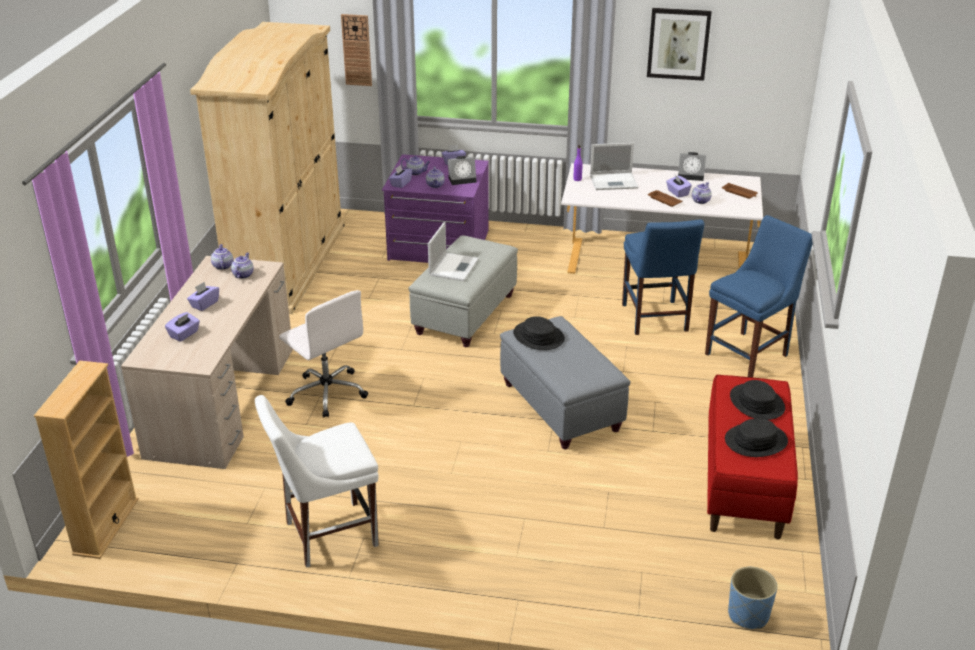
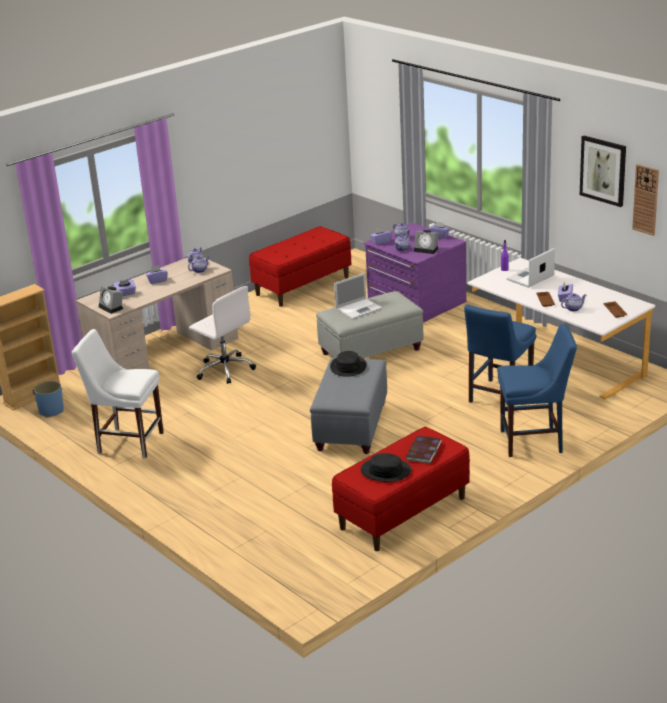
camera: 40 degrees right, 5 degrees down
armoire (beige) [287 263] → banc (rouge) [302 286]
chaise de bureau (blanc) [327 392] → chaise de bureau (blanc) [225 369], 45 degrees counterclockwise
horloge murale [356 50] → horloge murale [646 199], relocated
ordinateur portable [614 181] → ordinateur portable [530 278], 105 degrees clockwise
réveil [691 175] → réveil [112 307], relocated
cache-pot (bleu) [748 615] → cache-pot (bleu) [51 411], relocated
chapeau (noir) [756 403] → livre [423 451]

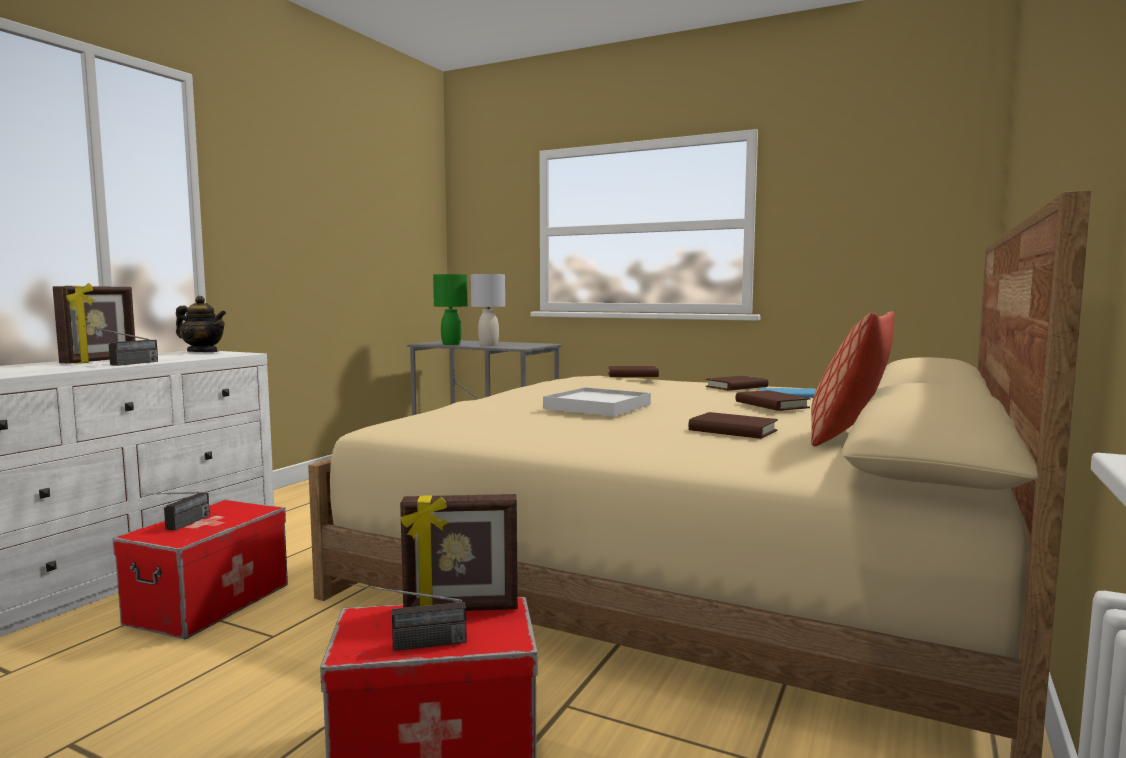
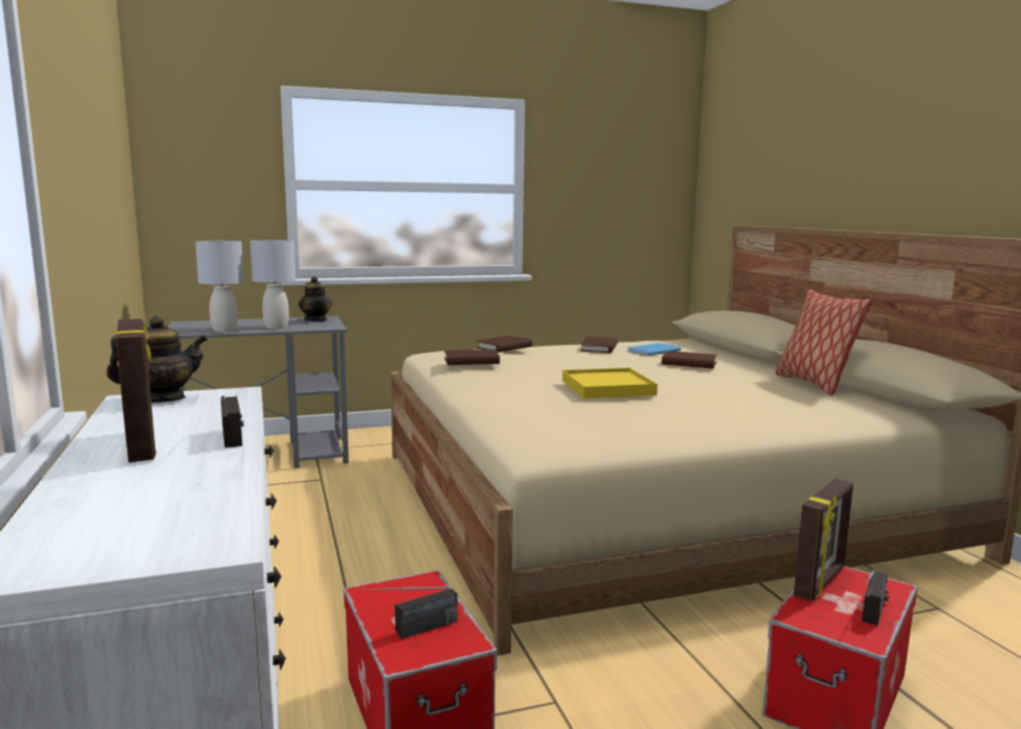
camera: 45 degrees left, 5 degrees up
radio [180 526] → radio [412 632], 90 degrees clockwise
lampe de table (vert) [451 344] → lampe de table (gris) [225 330]
plateau (blanc) [597 406] → plateau (jaune) [607 388]
livre (marron) [732 430] → livre (marron) [471 361], relocated
- → théière [316 320]

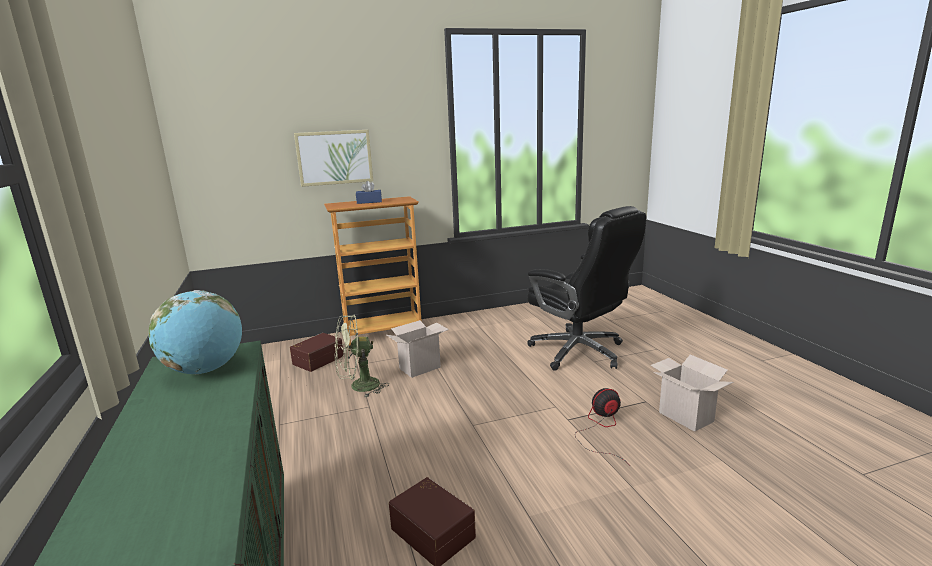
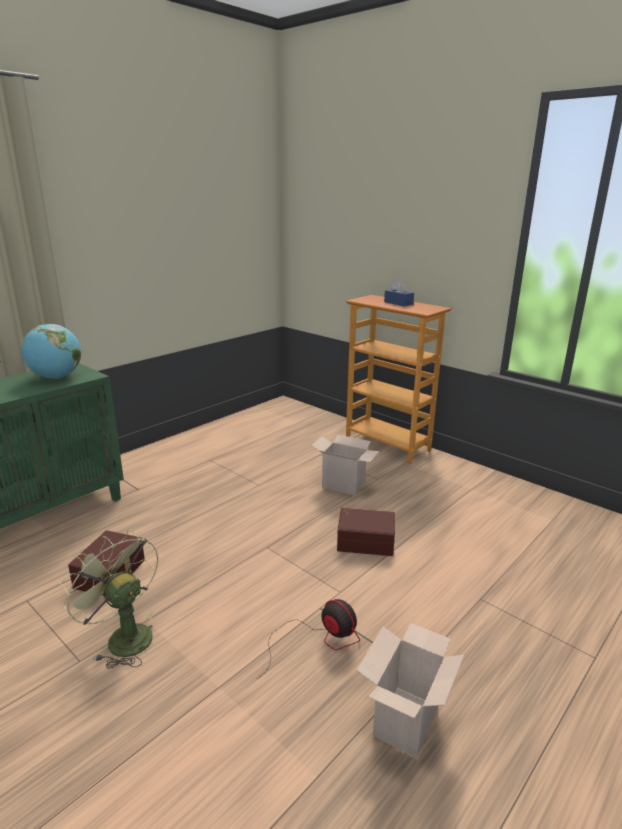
camera: 60 degrees right, 5 degrees up
boîte de rangement (marron) [317 359] → boîte de rangement (marron) [365 540], relocated
tableau [334 157] → -
ventilateur (vert) [358 387] → ventilateur (vert) [123 636], relocated
chaise de bureau (noir) [579 352] → -

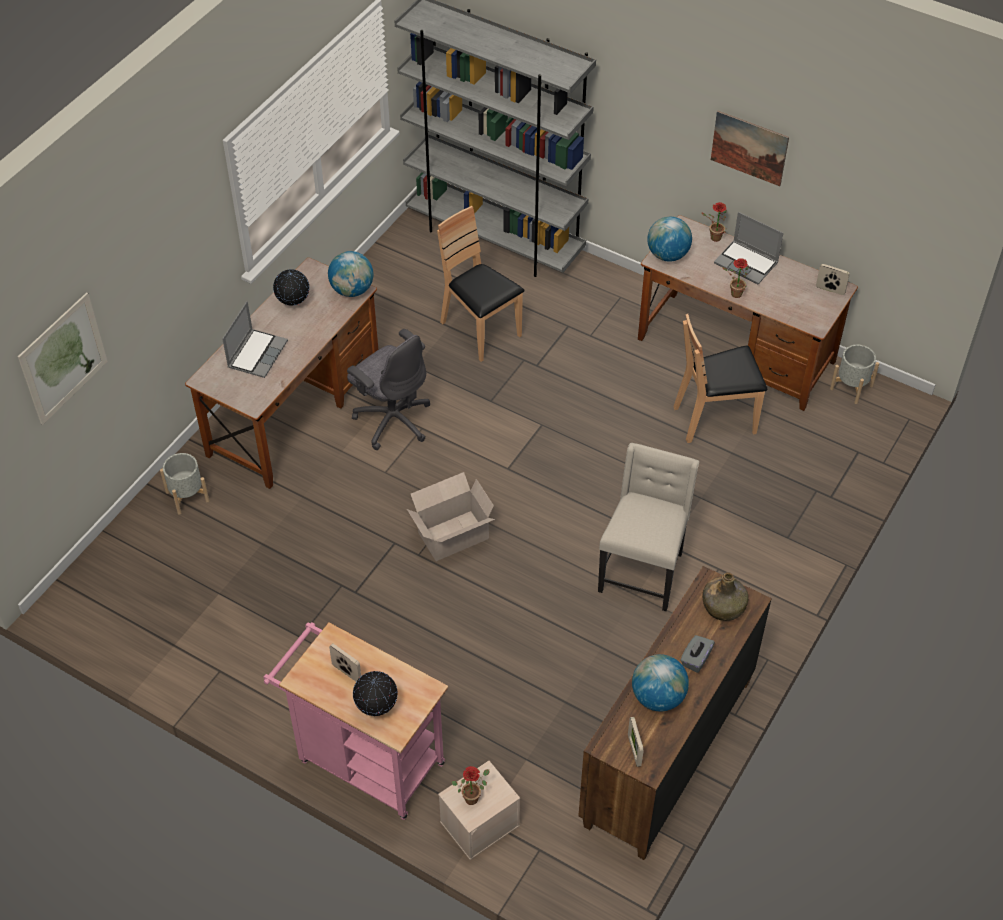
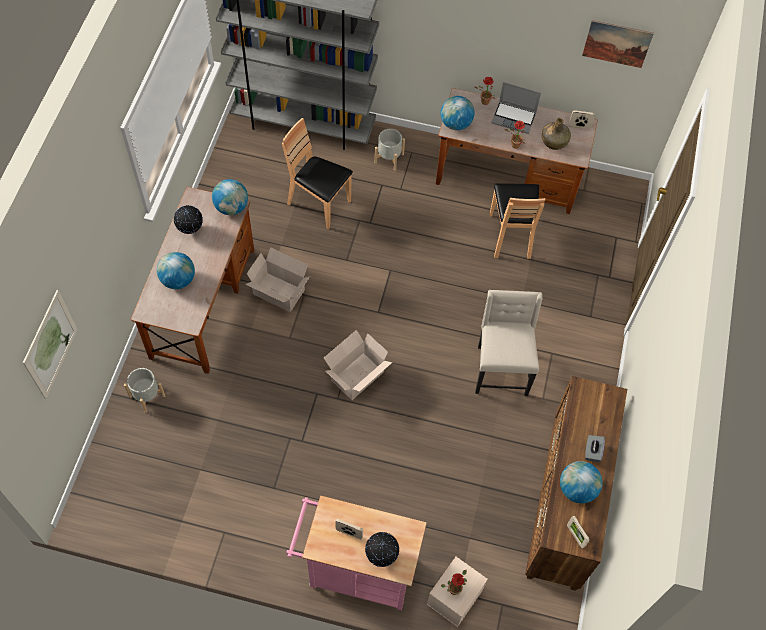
camera: 20 degrees left, 10 degrees up
ordinateur portable [257 354] → globe [178 280]
chaise de bureau (gris) [392 420] → carton [280 293]
chaise (marron) [715 419] → chaise (marron) [511 235], 60 degrees counterclockwise
bouteille (vert) [723 606] → bouteille (vert) [554 141], relocated
tableau [749 148] → tableau [617 44], relocated
cache-pot (gris) [851 387] → cache-pot (gris) [389 158], relocated

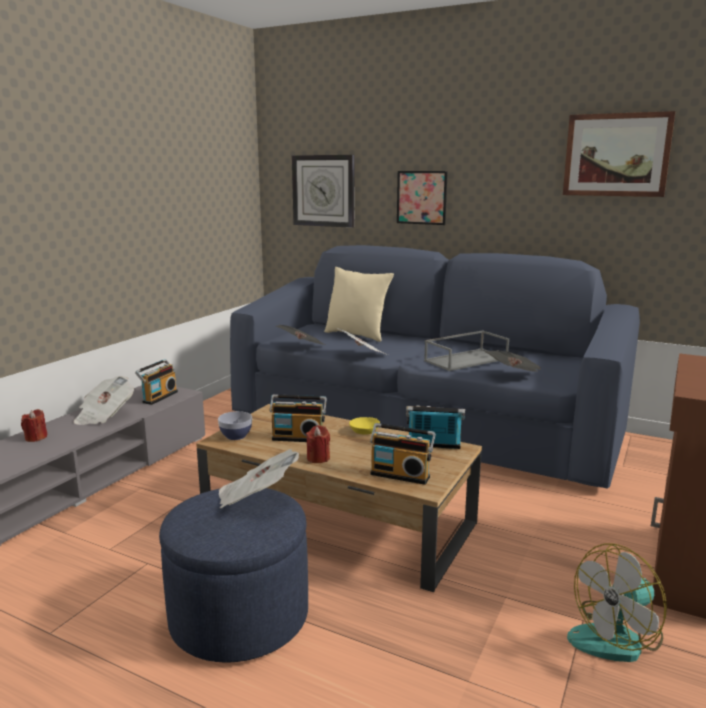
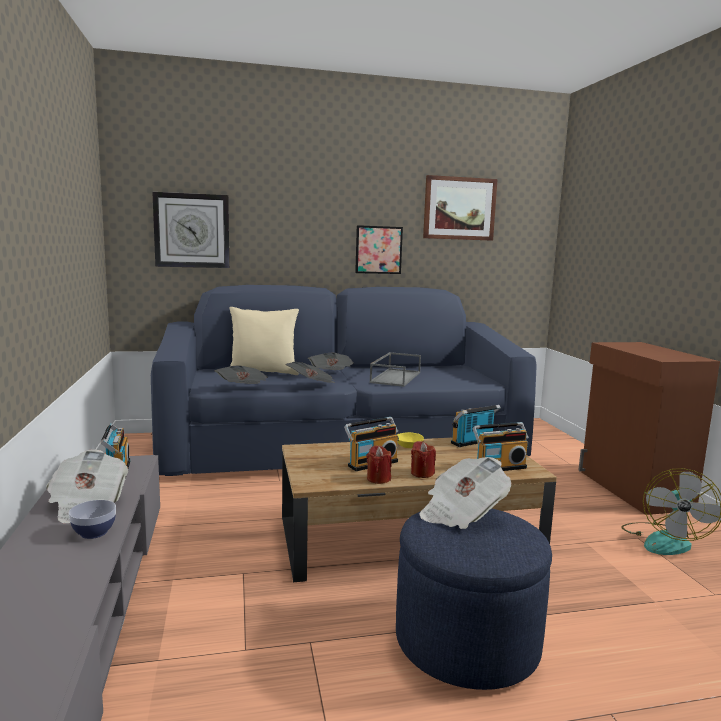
camera: 40 degrees left, 5 degrees down
bougie (rouge) [36 438] → bougie (rouge) [378 479], relocated
bol [236 436] → bol [94 532], relocated
tableau [421 197] → tableau [378 250], relocated
journal [514 376] → journal [331 374], relocated

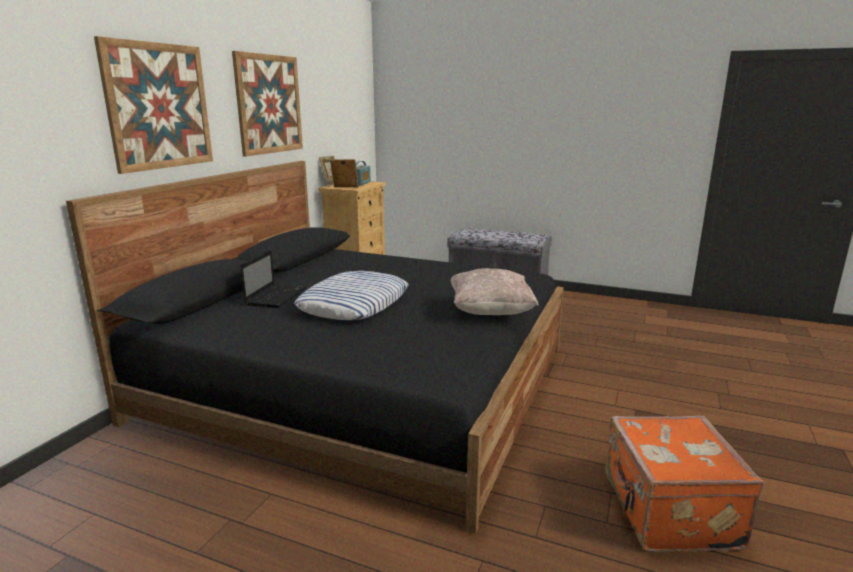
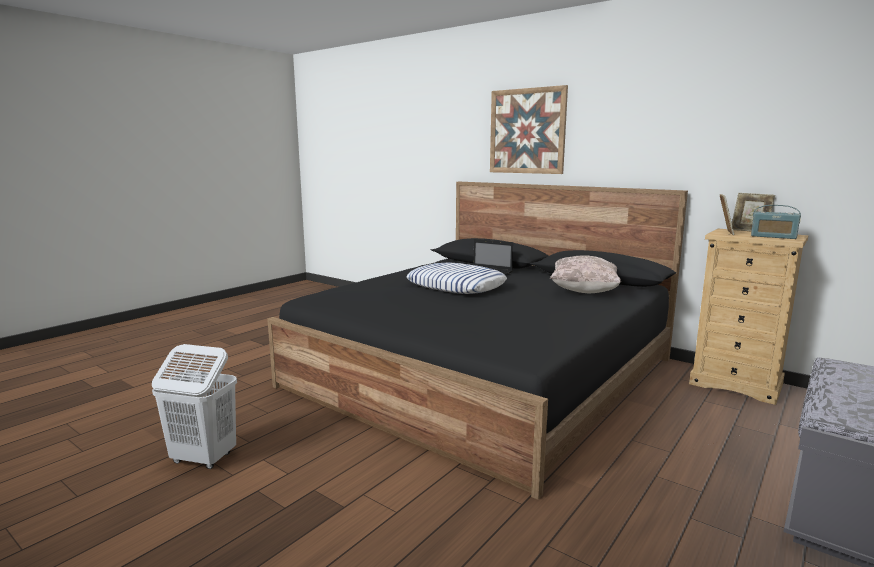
camera: 105 degrees right, 5 degrees down
tableau [269 104] → -
coussin (beige) [490 312] → coussin (beige) [584 291], relocated
valise (orange) [667 512] → panier à linge (blanc) [203 459]

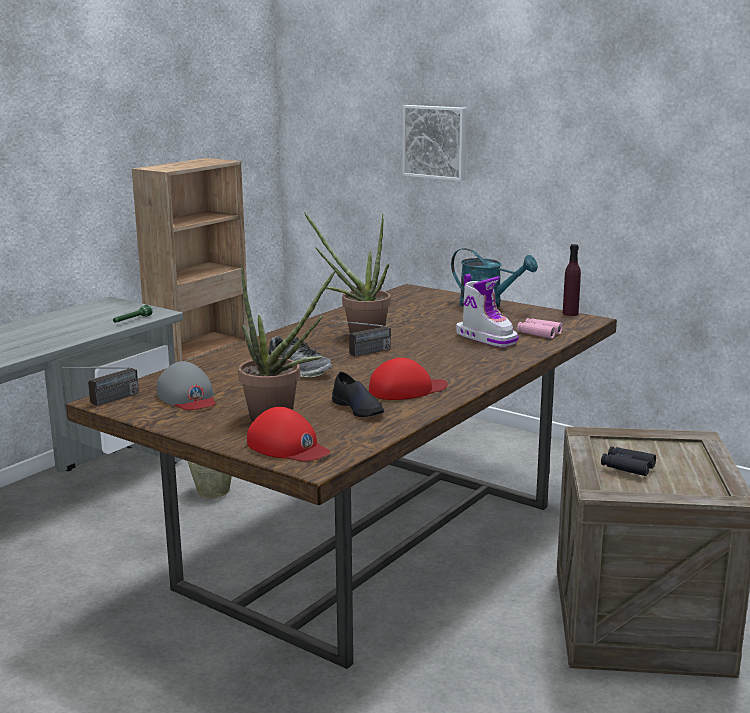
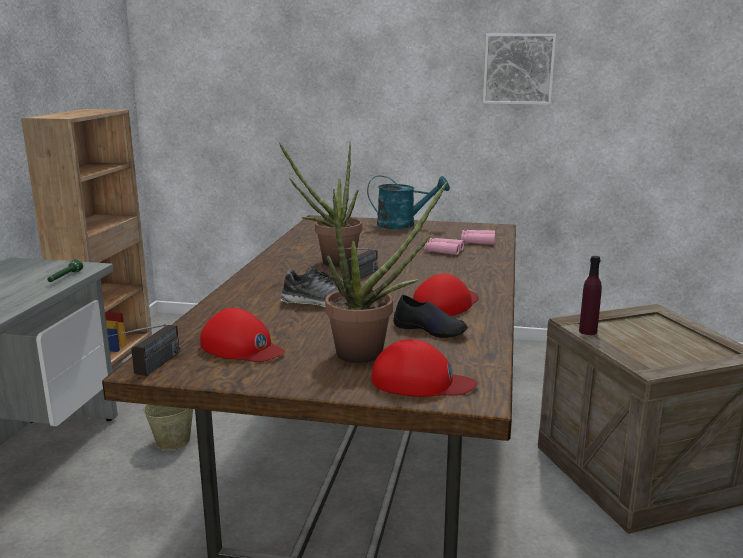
camera: 25 degrees left, 0 degrees up
casquette (gris) [187 397] → casquette (rouge) [242 347]
tableau [436 142] → tableau [518 69], relocated
botte [486 338] → jumelles (rose) [443 251]
bouteille (violet) [570 313] → bouteille (violet) [588 331], relocated
jumelles (noir) [627 467] → -

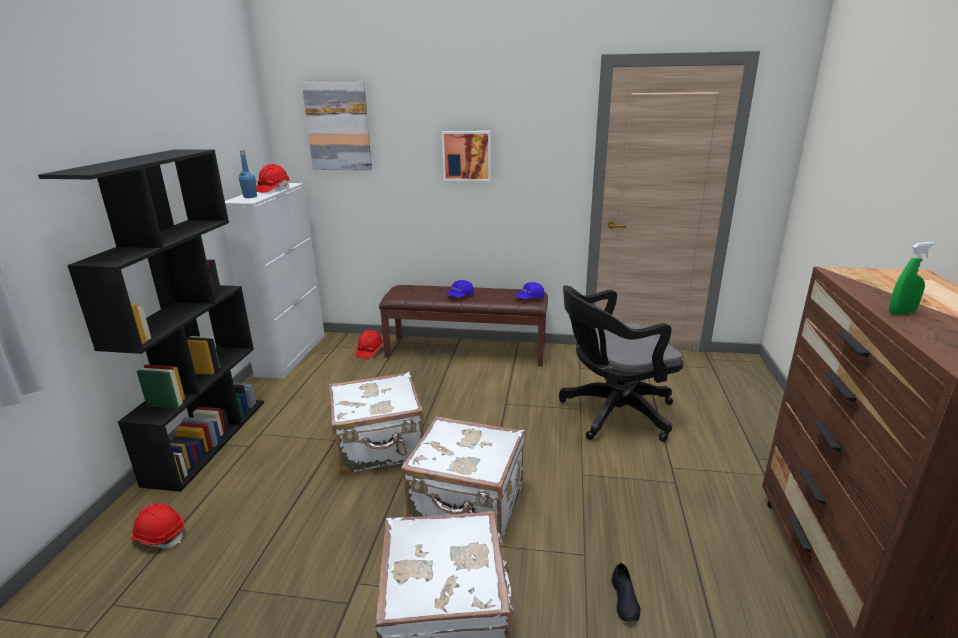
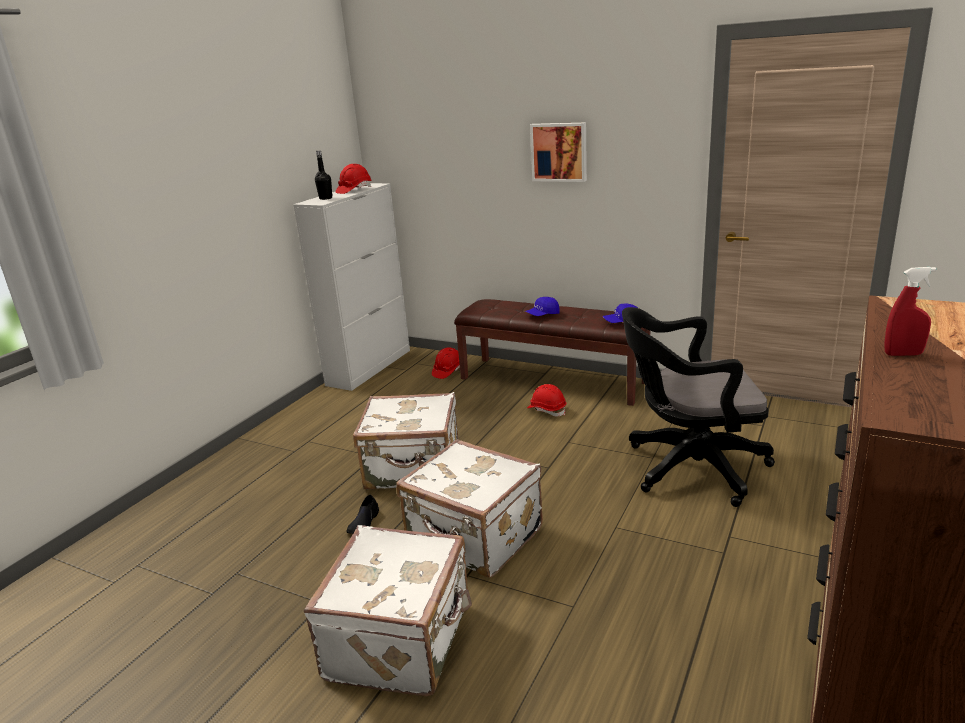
camera: 20 degrees right, 0 degrees up
bibliothèque (noir) [208 439] → -
casque de chantier (rouge) [159 536] → casque de chantier (rouge) [547 410], relocated
bouteille (bleu) [250 197] → bouteille (noir) [325 198]
tableau [338 127] → -
chaussure (noir) [625 599] → chaussure (noir) [364 522], relocated
vaporisateur (vert) [901 312] → vaporisateur (rouge) [903 354]

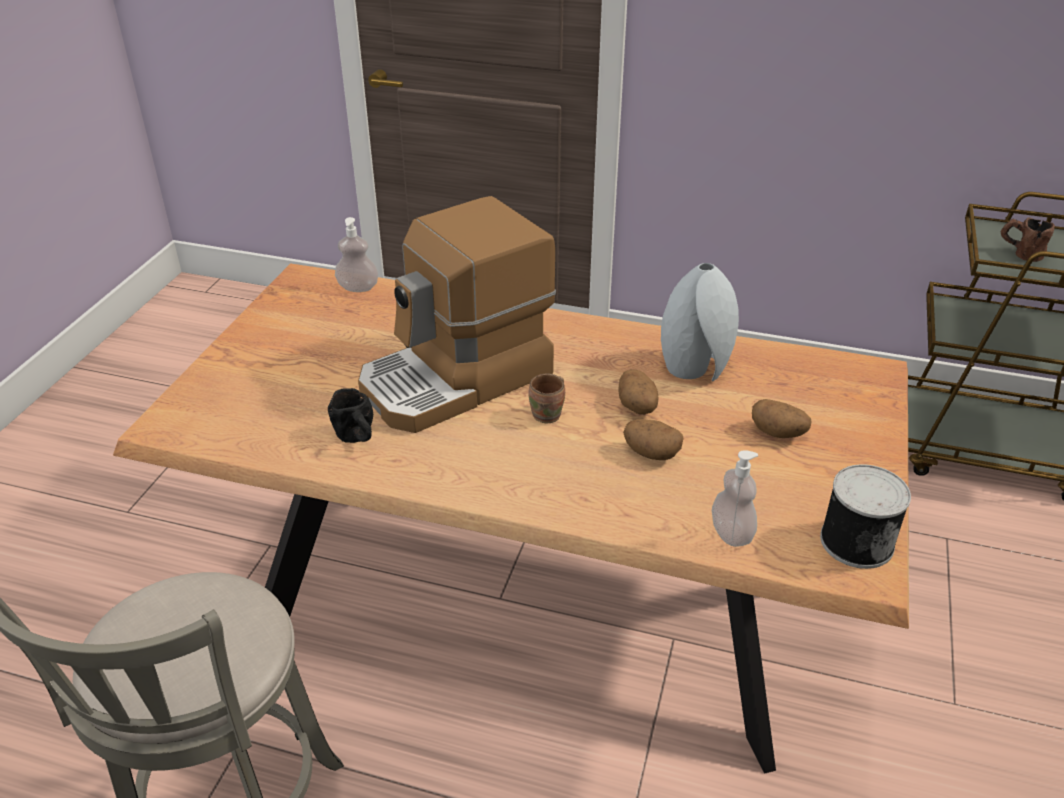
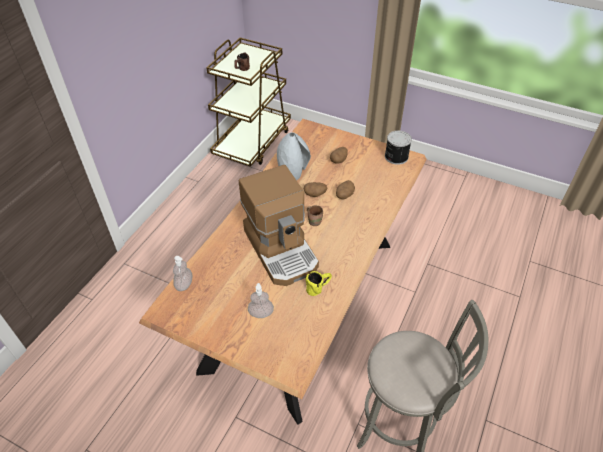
camera: 80 degrees left, 10 degrees up
mug (noir) [358 439] → mug (jaune) [318 287]
distributeur de savon [731 533] → distributeur de savon [261 313], relocated

